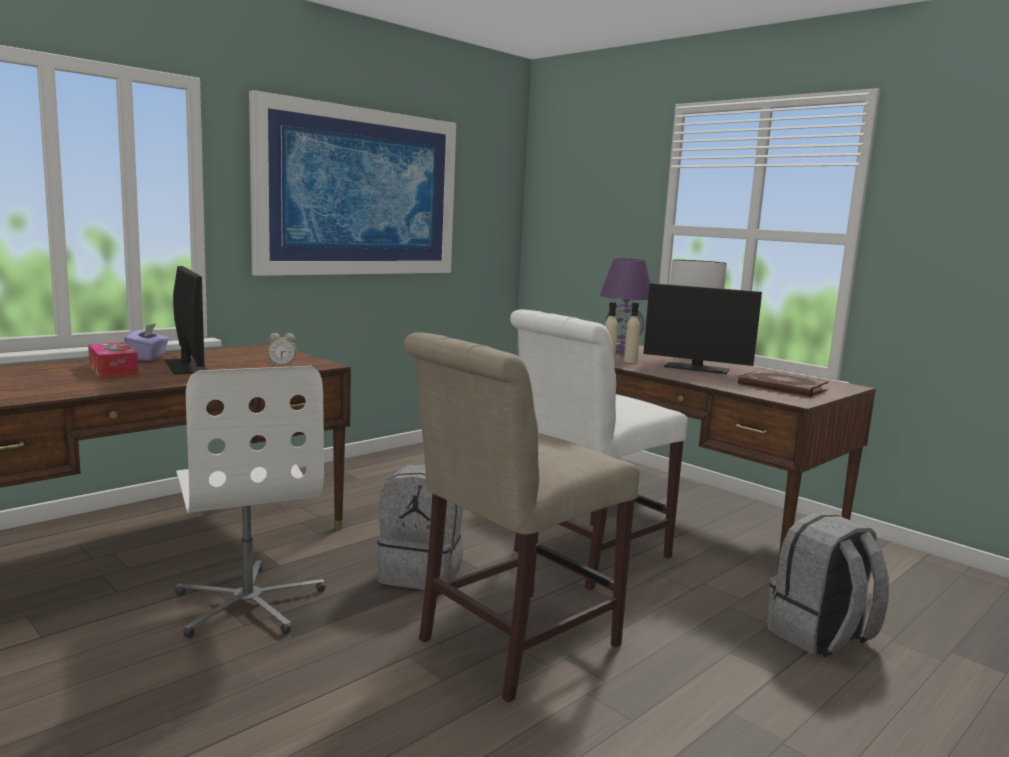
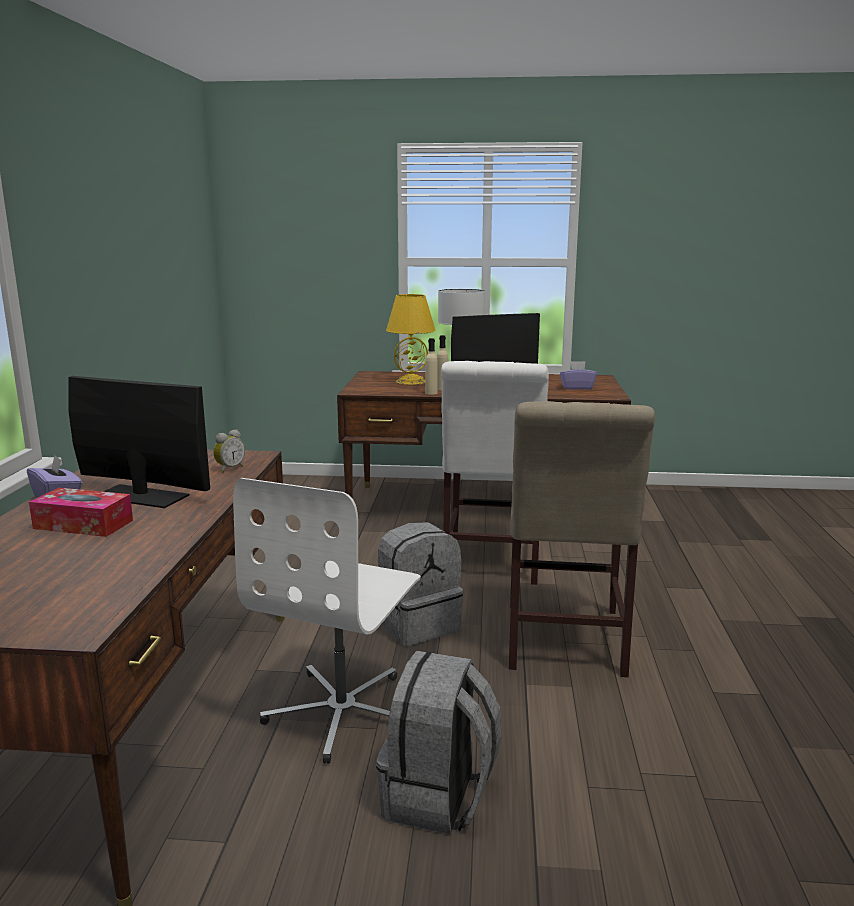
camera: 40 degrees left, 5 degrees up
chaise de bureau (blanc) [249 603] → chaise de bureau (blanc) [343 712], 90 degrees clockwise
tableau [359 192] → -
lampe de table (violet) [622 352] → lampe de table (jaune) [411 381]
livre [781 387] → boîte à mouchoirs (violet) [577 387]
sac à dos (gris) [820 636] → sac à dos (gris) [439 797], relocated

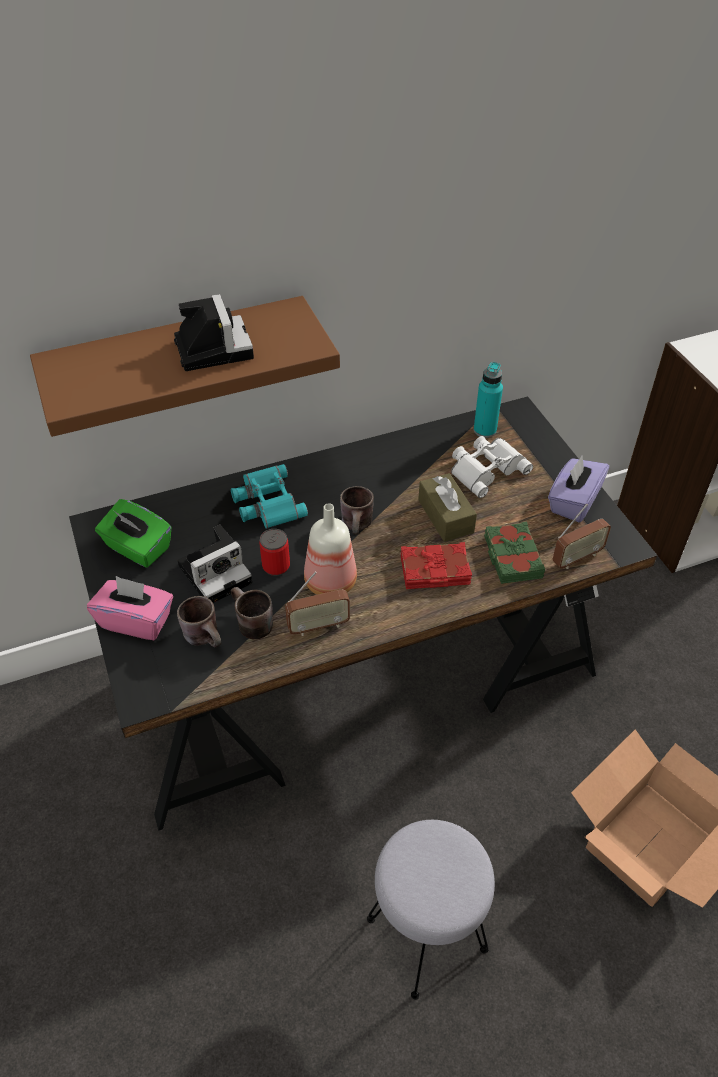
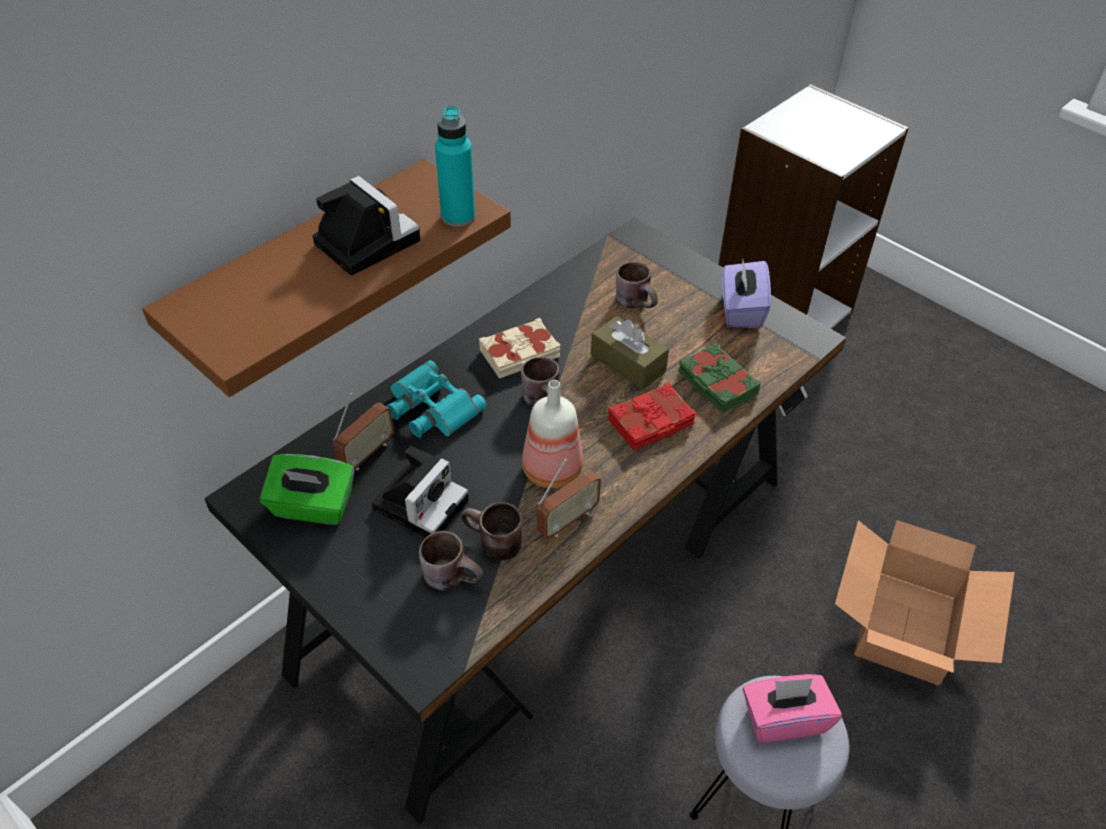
camera: 25 degrees left, 0 degrees up
boîte à mouchoirs (rose) [136 621] → boîte à mouchoirs (rose) [784 718], relocated
boîte métallique [276 566] → -
jumelles (blanc) [486 468] → mug (marron) [638 302]
bouteille (turquoise) [485 430] → bouteille (turquoise) [458 216], relocated
radio [577 558] → radio [366 454], relocated
- → livre (beige) [520 354]

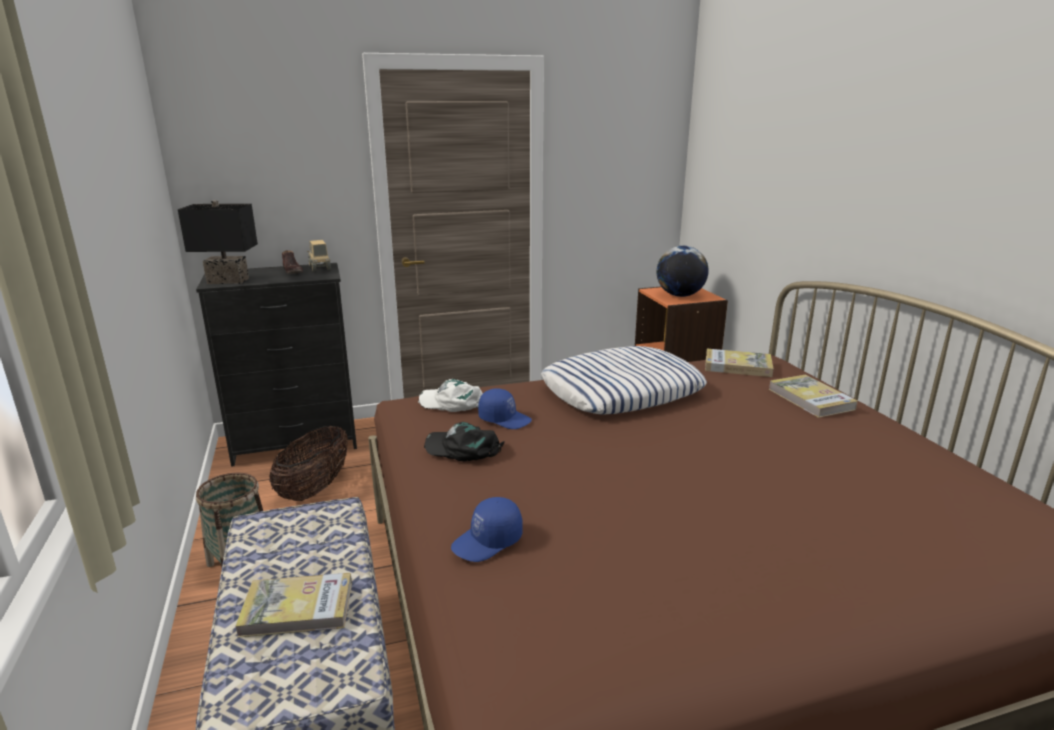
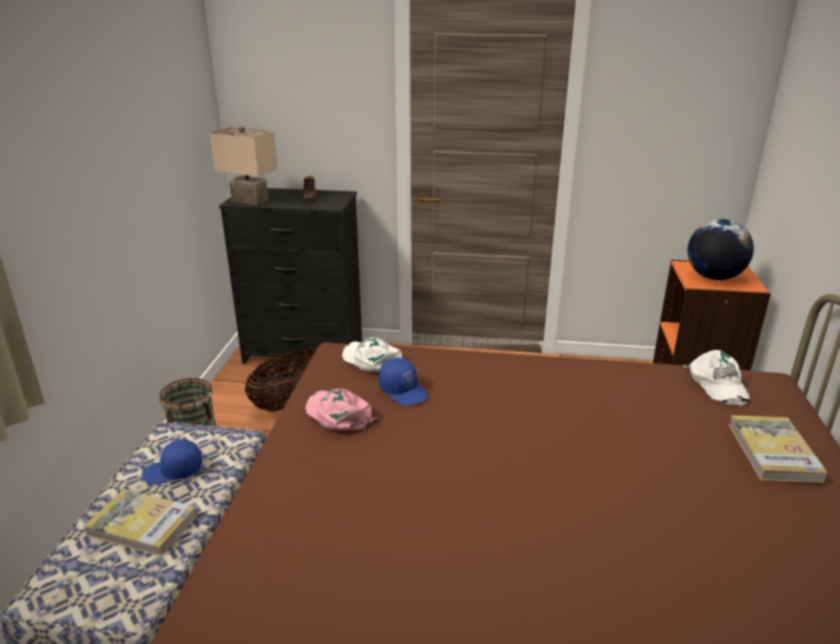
camera: 25 degrees right, 5 degrees up
lampe de table (noir) [229 280] → lampe de table (beige) [251 200]
camion jouet [320 268] → -
casquette (noir) [463 449] → casquette (rose) [339 415]
casquette (bleu) [488 542] → casquette (bleu) [173 472], relocated
coussin [621 391] → -
livre [737 366] → casquette (blanc) [717 384]

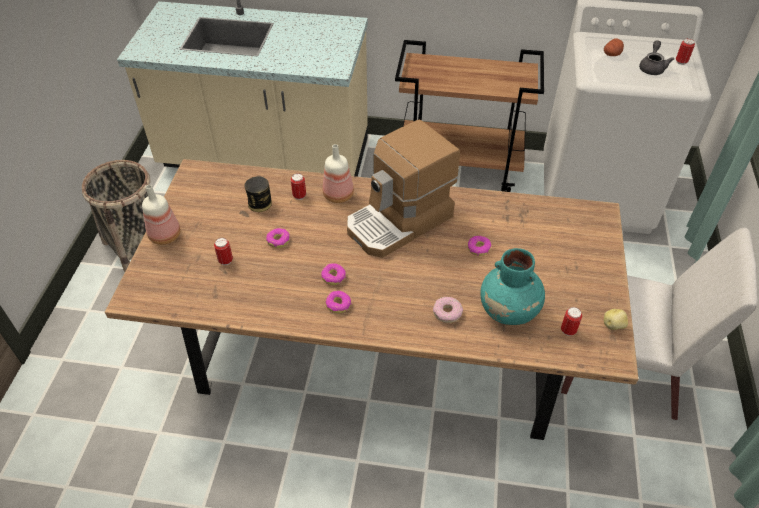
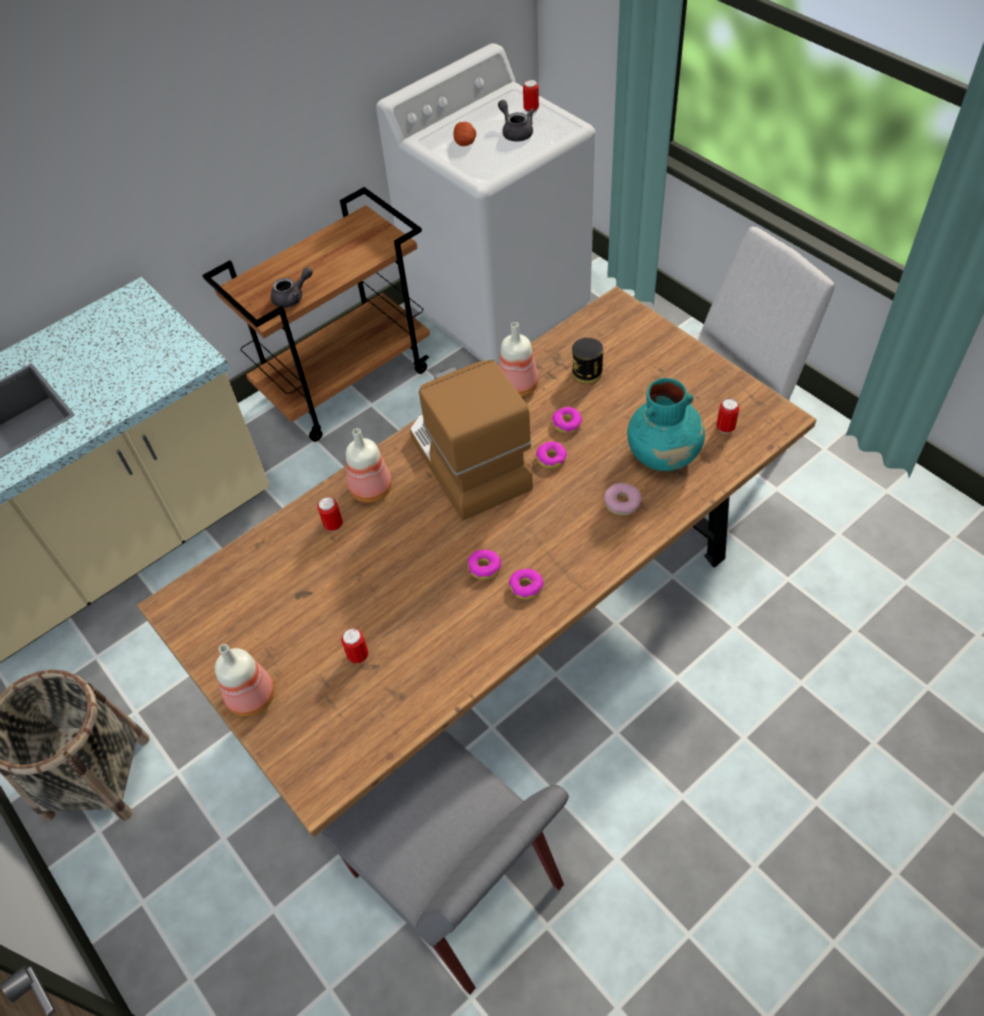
camera: 45 degrees left, 5 degrees up
boîte métallique [260 203] → boîte métallique [587 372], relocated
beignet [278 240] → beignet [551 458], relocated
machine à café [399 222] → machine à café [467 462], 150 degrees clockwise
pomme de terre [613 325] → -
- → théière (gris) [293 297]
- → chaise (gris) [459 881]
- → bouteille [519 386]

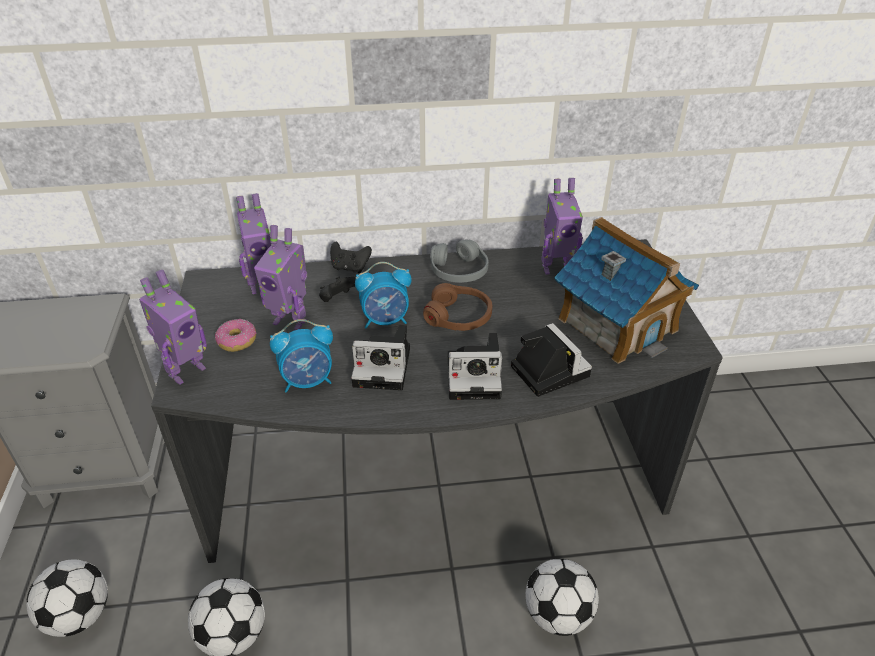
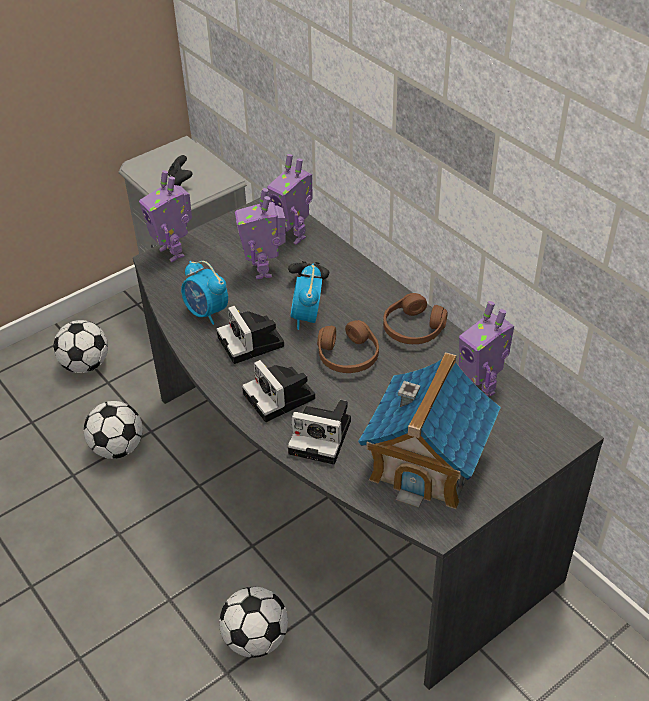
camera: 60 degrees right, 5 degrees up
robot jouet [185 371] → robot jouet [173 252], 45 degrees clockwise
beignet [237 341] → -
manette (noir) [350 268] → manette (noir) [180 180], relocated
réveil [386 321] → réveil [307 318], 45 degrees clockwise
casque audio (gris) [459 271] → casque audio (marron) [413 328]
appareil photo [547 370] → appareil photo [323 437], 75 degrees clockwise

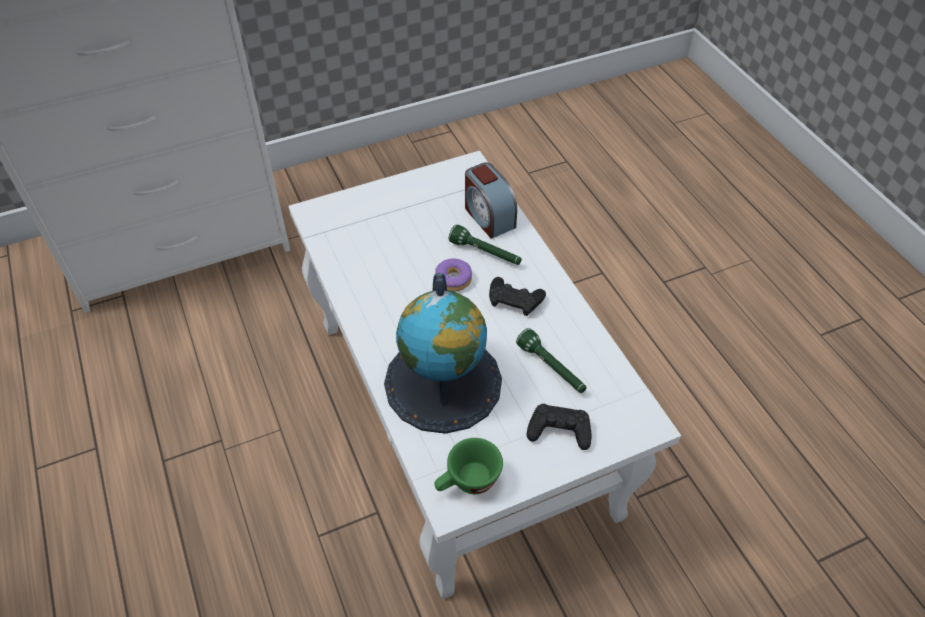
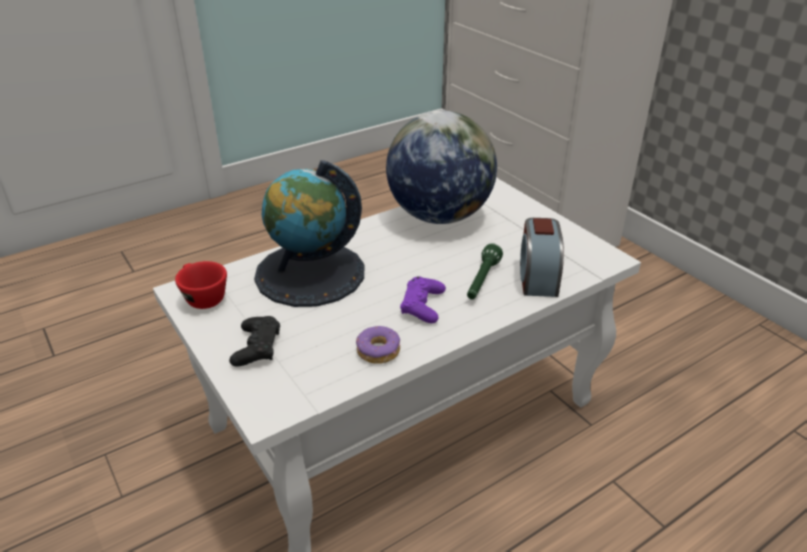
camera: 80 degrees right, 15 degrees down
beignet [454 279] → beignet [378 351], relocated
tasse (vert) [467 482] → tasse (rouge) [202 297]
réveil [488 217] → réveil [537 278], 45 degrees counterclockwise
manette (noir) [515 300] → manette (violet) [422 305]
lampe de poche (vert) [552 368] → -
- → globe [439 216]

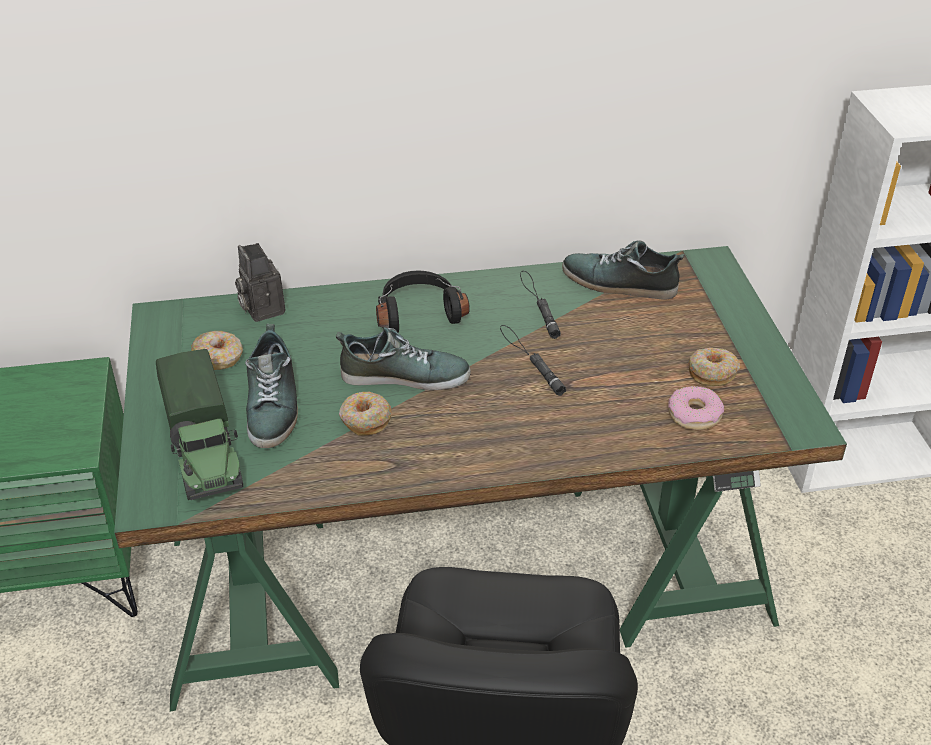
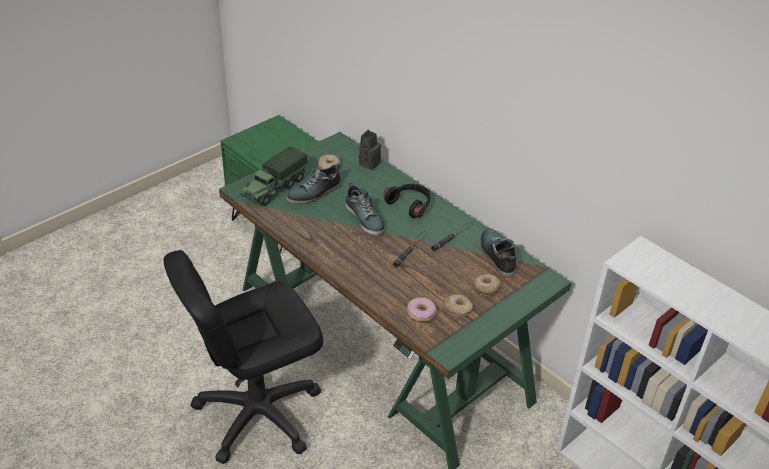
camera: 55 degrees right, 0 degrees up
beignet [365 420] → beignet [486 288], relocated

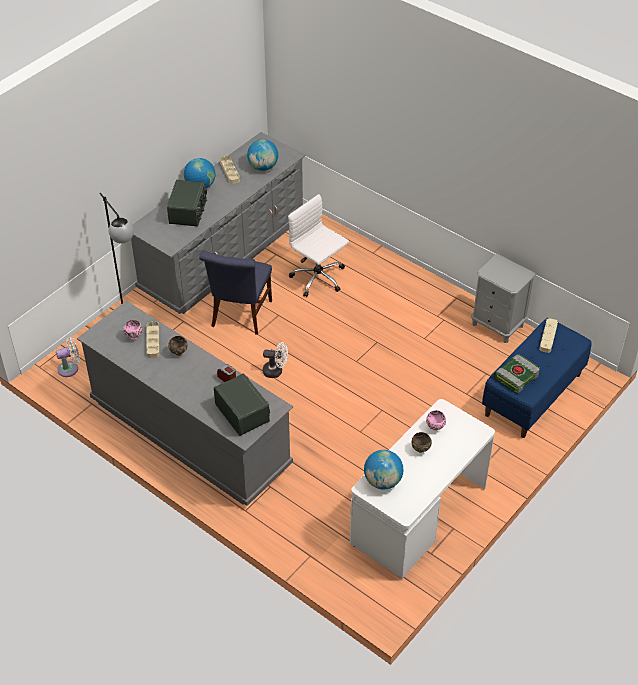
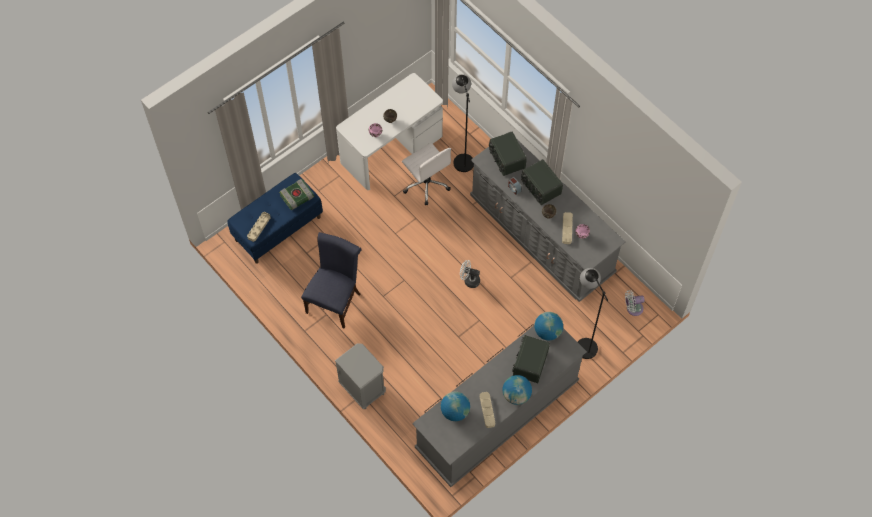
camera: 170 degrees left, 15 degrees up
chaise (bleu) [240 316] → chaise (bleu) [335 300], relocated
chaise de bureau (blanc) [318 279] → chaise de bureau (blanc) [426 184], relocated
globe [383 481] → globe [547 332], relocated
table de chevet (gris) [497 324] → table de chevet (gris) [362 389], relocated
- → lampadaire (noir) [461 157]
- → radio [540 187]

